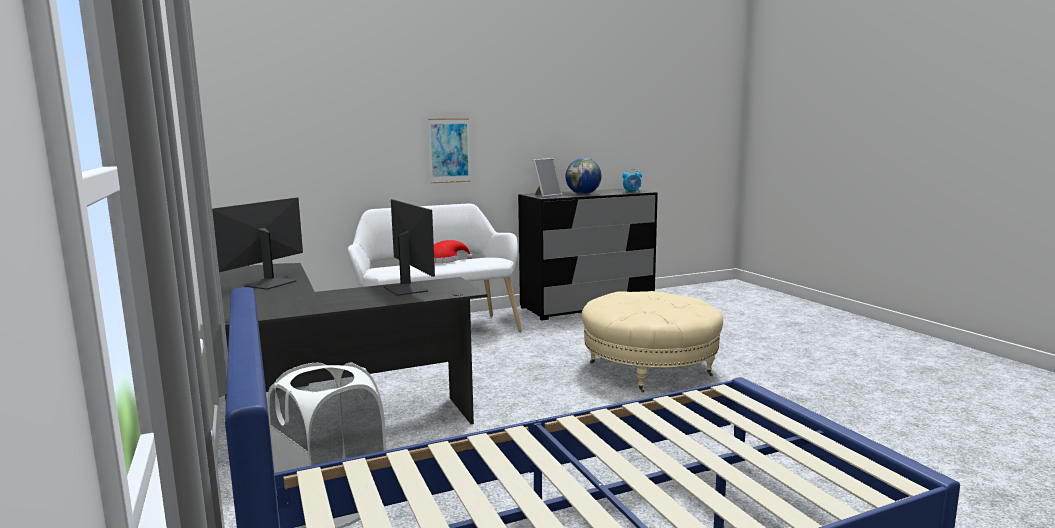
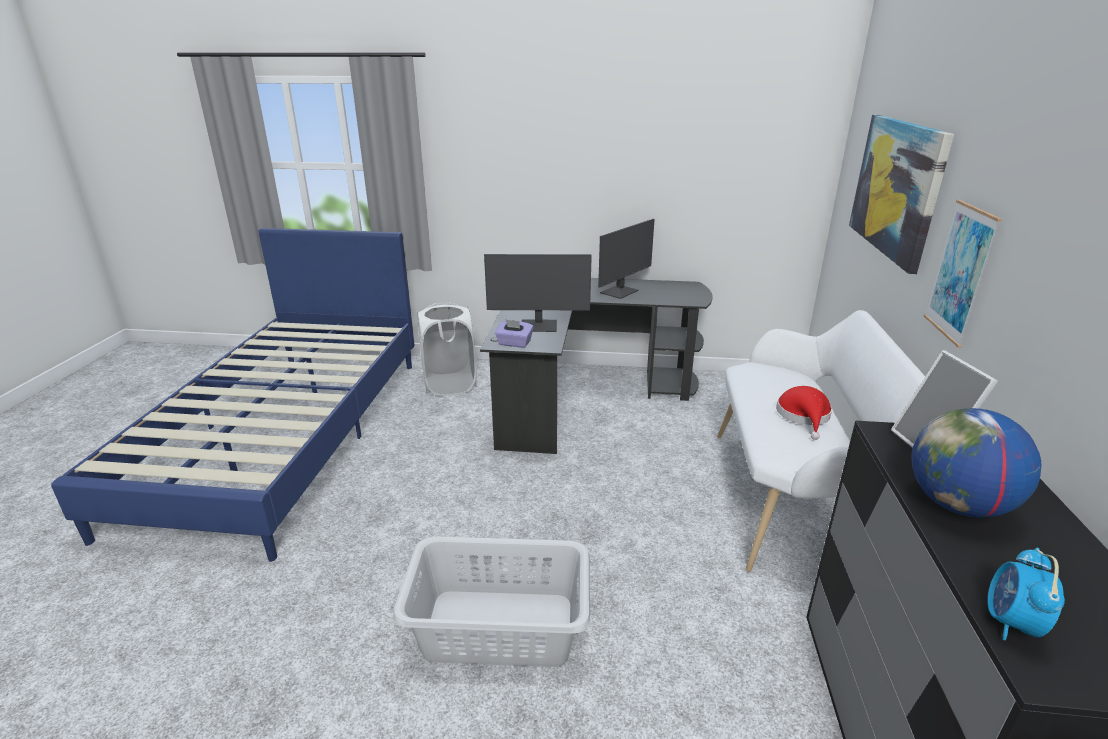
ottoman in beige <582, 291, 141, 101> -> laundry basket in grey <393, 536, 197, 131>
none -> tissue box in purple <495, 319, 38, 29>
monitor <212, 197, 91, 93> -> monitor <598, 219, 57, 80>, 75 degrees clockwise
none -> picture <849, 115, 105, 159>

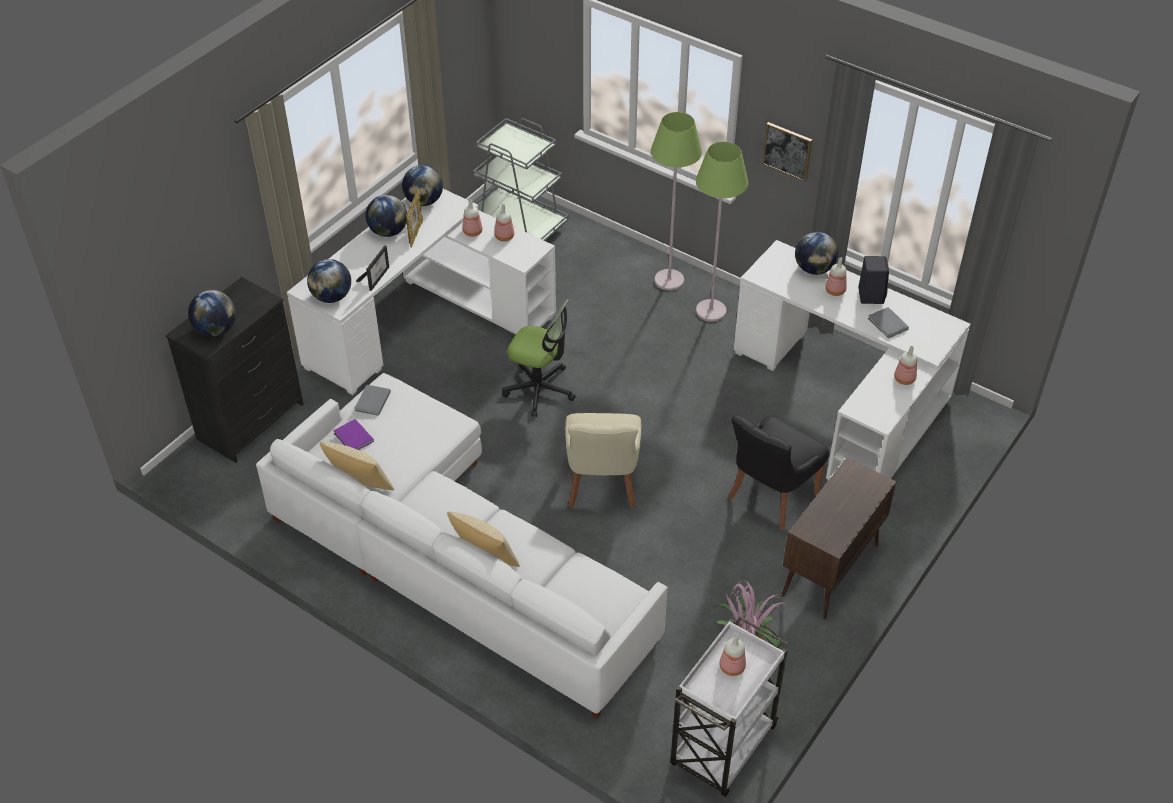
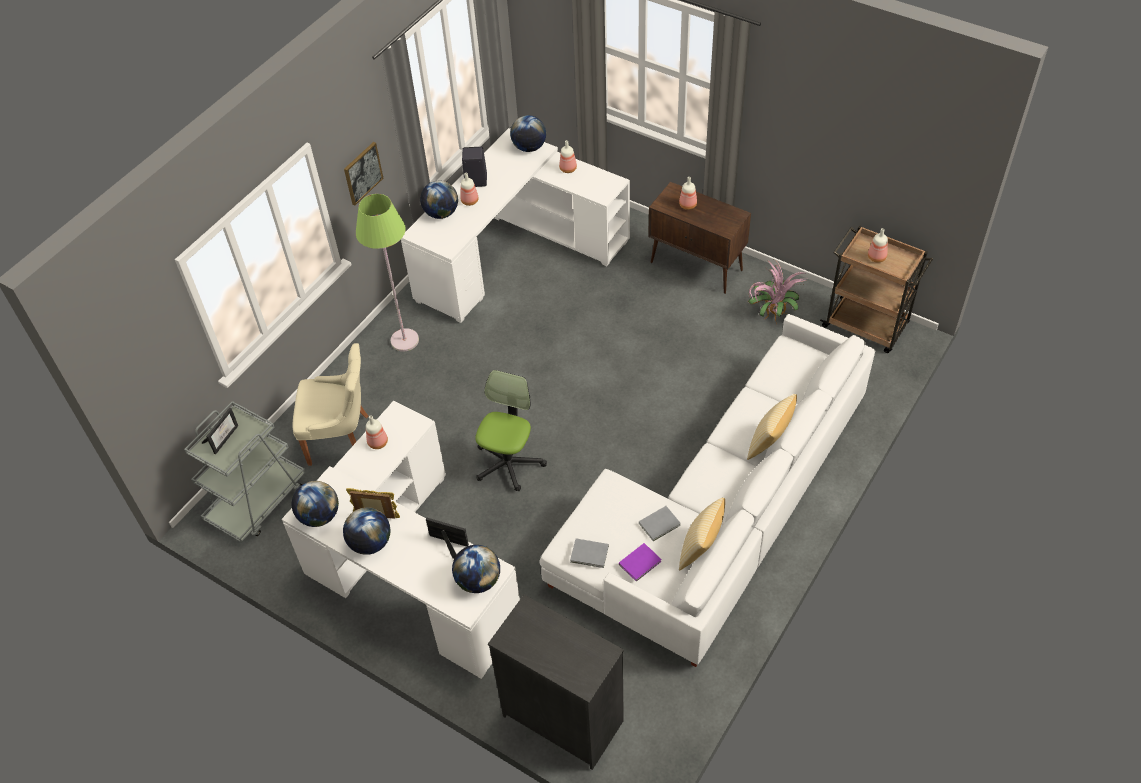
none -> picture frame <202, 407, 37, 47>
chair in beige <565, 413, 76, 96> -> chair in beige <292, 343, 77, 123>, moved
globe <188, 290, 48, 47> -> globe <510, 115, 36, 37>, moved
book in grey <868, 307, 41, 31> -> book in grey <639, 506, 42, 35>, moved
bottle <463, 199, 19, 38> -> bottle <679, 177, 18, 33>, moved
cart in white <670, 616, 118, 181> -> cart in brown <820, 225, 113, 128>
floor lamp in green <651, 112, 51, 179> -> none
chair in black <729, 415, 100, 115> -> none

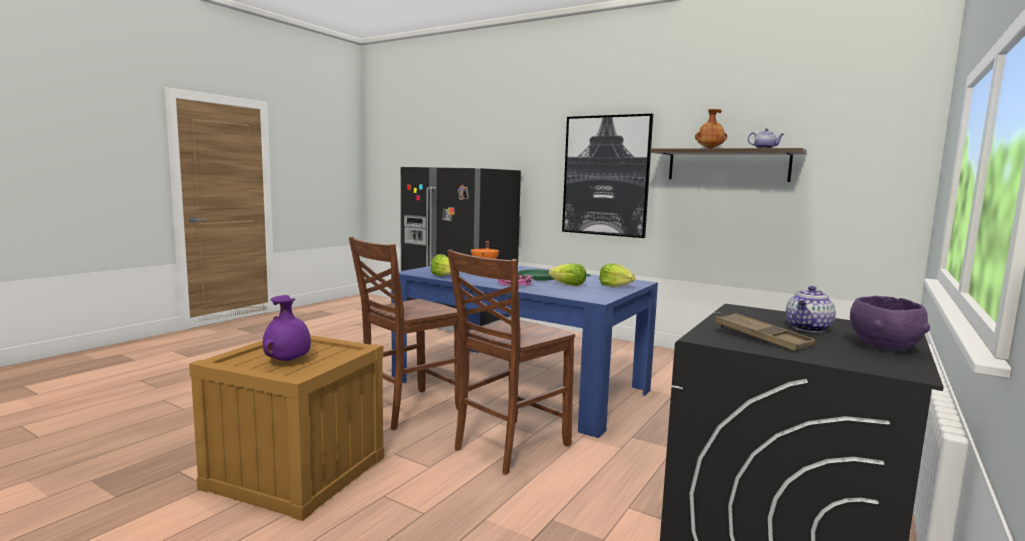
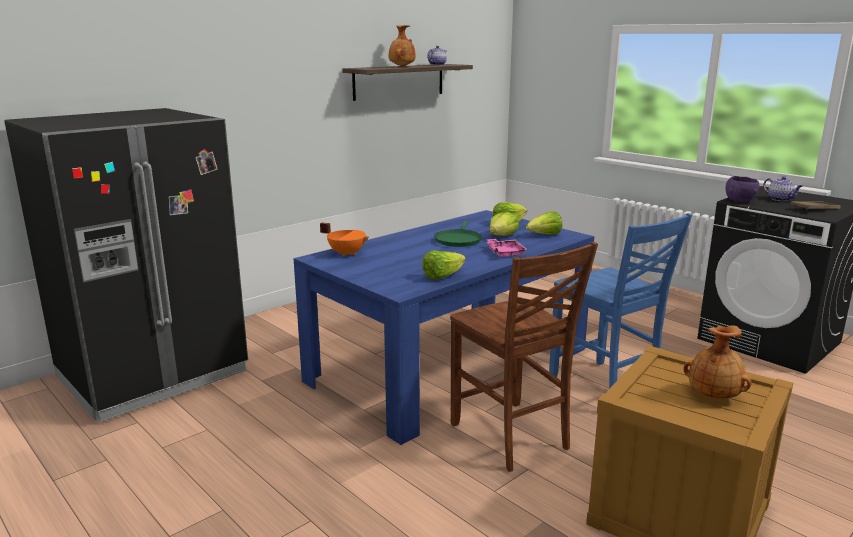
none -> lettuce <526, 211, 36, 24>
chair in brown <447, 250, 128, 225> -> chair in blue <549, 213, 143, 176>
vase in purple <263, 295, 48, 67> -> vase in brown <683, 325, 69, 73>
bowl in purple <850, 296, 80, 55> -> bowl in purple <725, 176, 34, 26>, moved
picture <562, 114, 91, 124> -> none

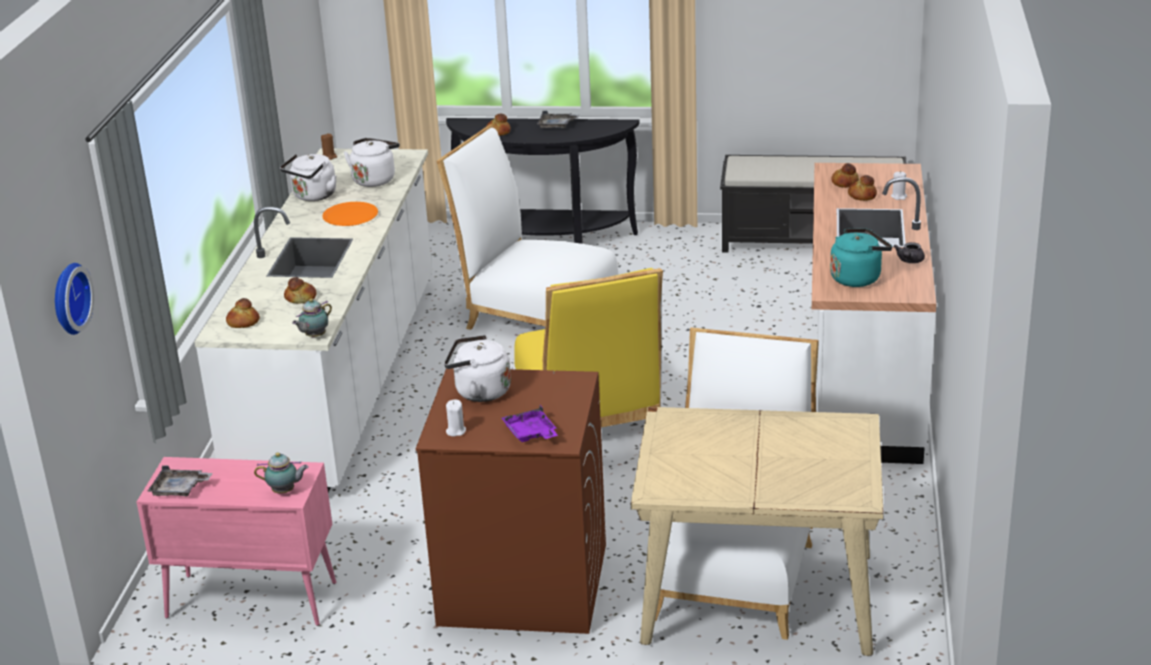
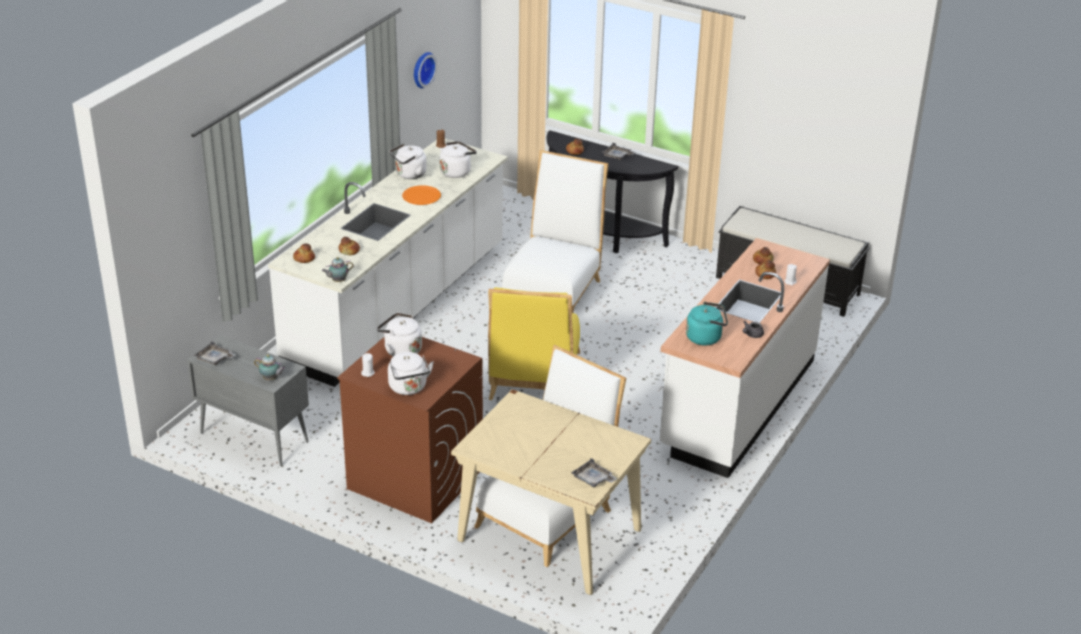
cabinet in pink <137, 457, 199, 169> -> cabinet in grey <187, 335, 122, 131>
tray in purple <501, 405, 57, 37> -> kettle in white <388, 352, 46, 43>
wall clock <55, 263, 39, 72> -> wall clock <414, 52, 23, 36>, moved
chair in white <436, 124, 182, 206> -> chair in white <502, 150, 107, 163>, 60 degrees clockwise
none -> tray in grey <571, 458, 46, 30>

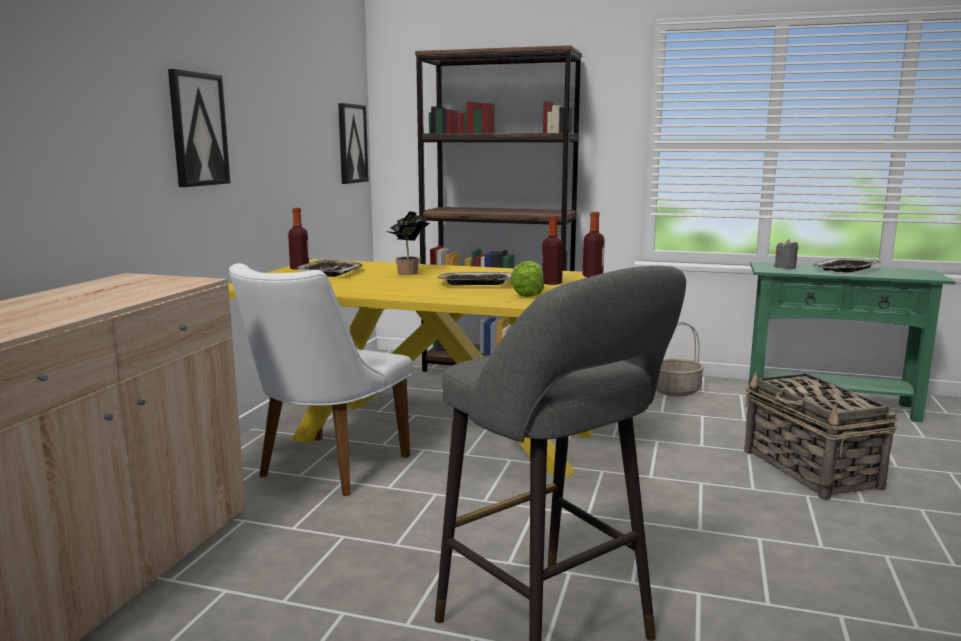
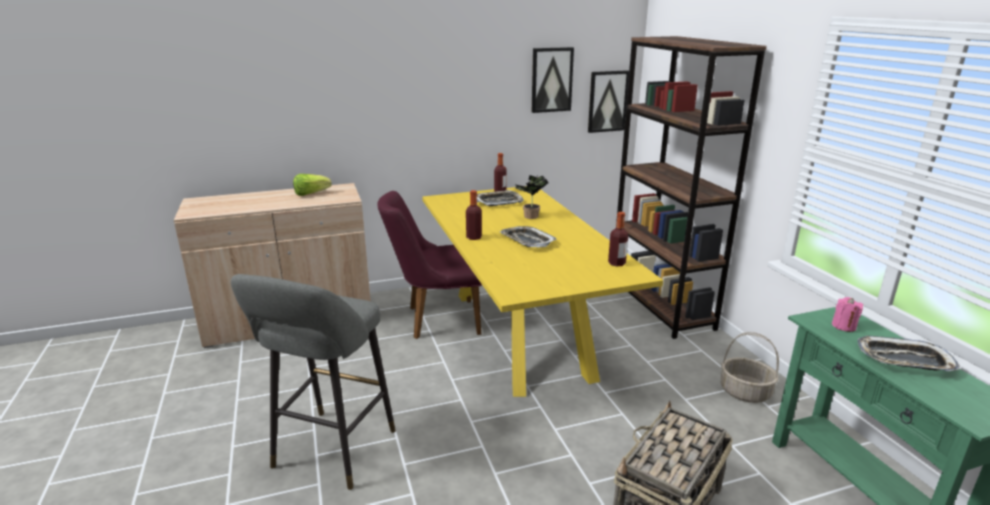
lettuce <510, 261, 34, 36> -> lettuce <293, 174, 39, 22>, moved
chair in white <229, 263, 183, 233> -> chair in purple <377, 191, 105, 148>
bottle <542, 215, 21, 70> -> bottle <466, 190, 16, 50>, moved
picture <168, 69, 62, 118> -> picture <532, 47, 42, 66>, moved
candle in grey <774, 239, 24, 30> -> candle in pink <832, 297, 31, 35>

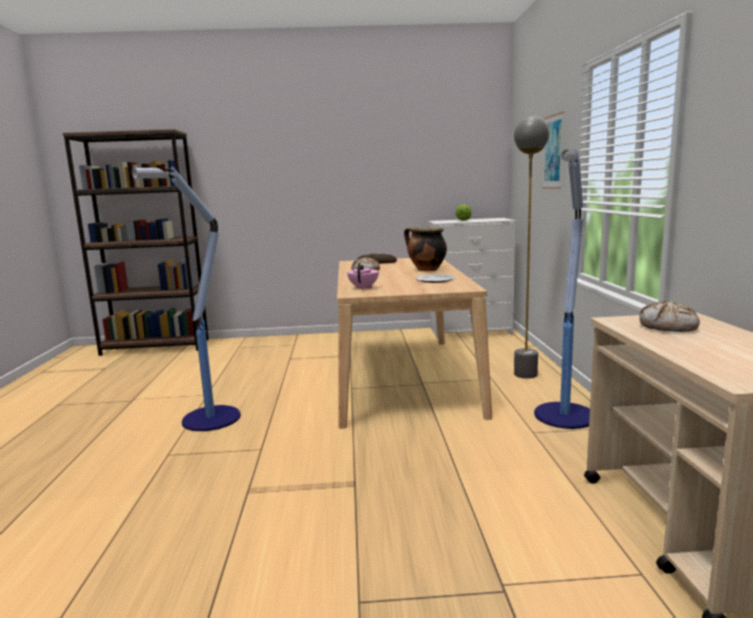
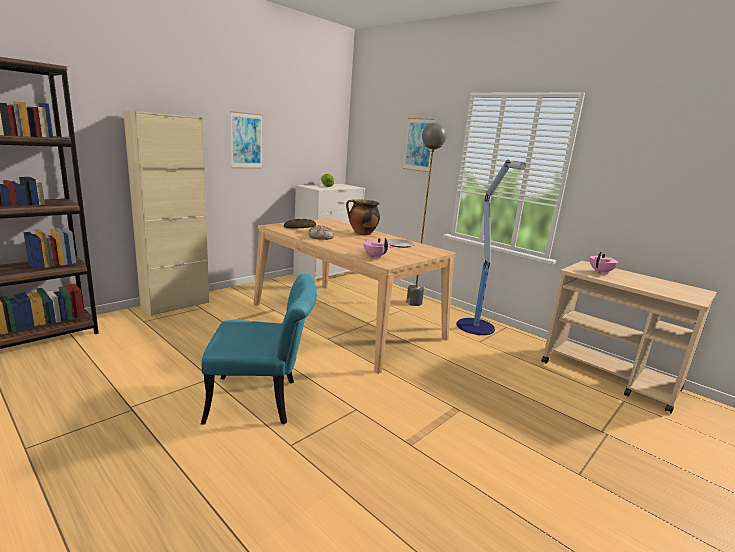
none -> cabinet in beige <123, 110, 86, 206>
floor lamp <132, 166, 109, 265> -> chair in turquoise <201, 273, 116, 152>
none -> picture <230, 111, 32, 58>
bread <639, 301, 61, 31> -> teapot in pink <590, 252, 28, 22>

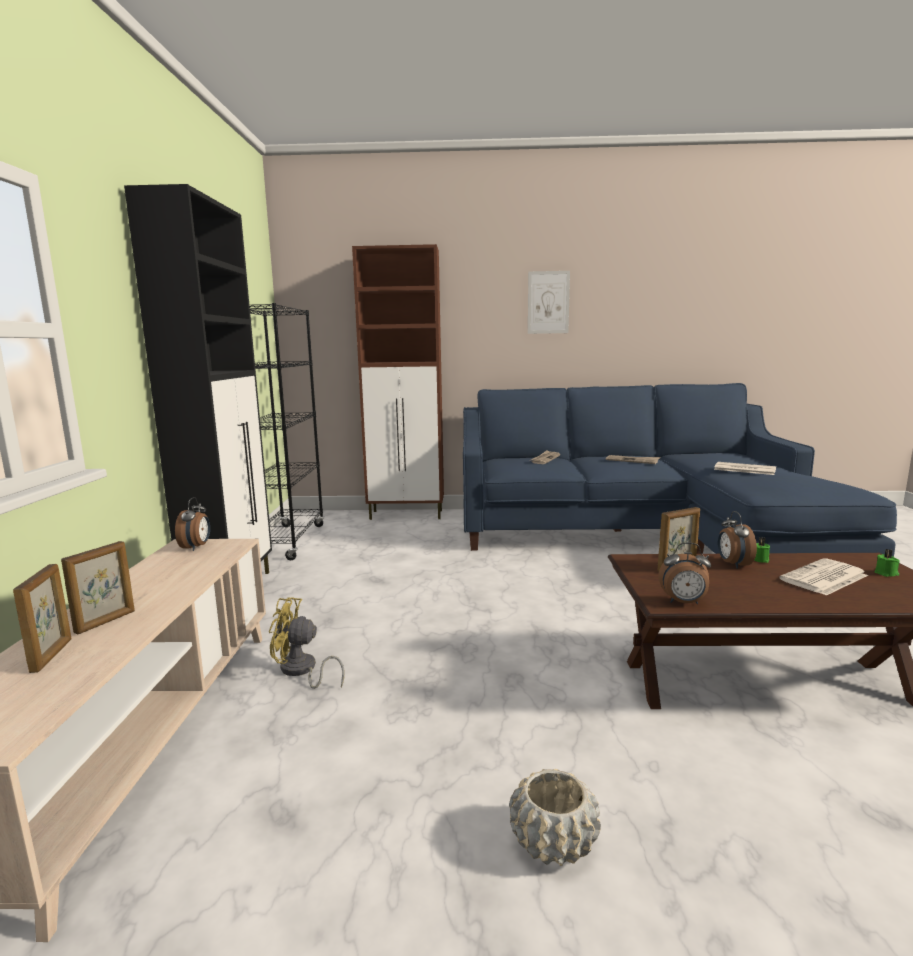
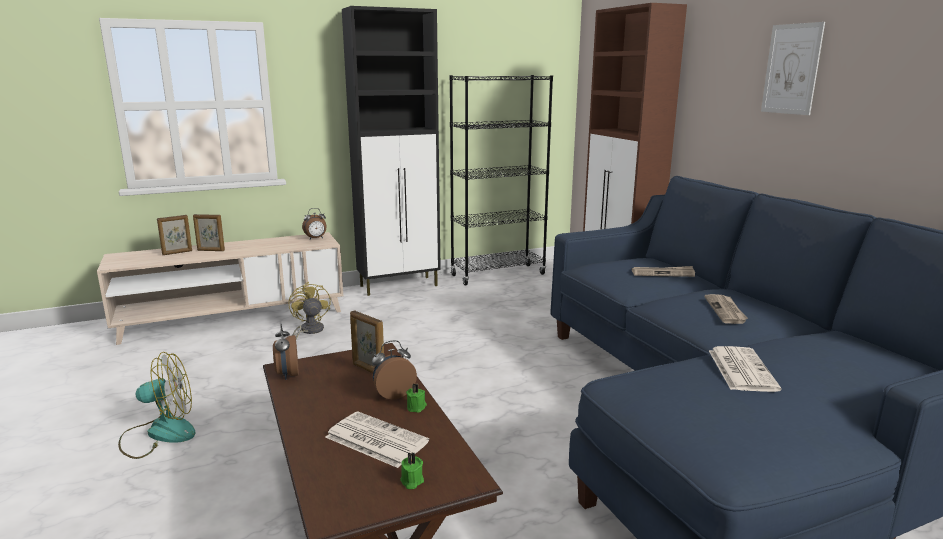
planter in beige <509, 769, 92, 97> -> fan <118, 352, 78, 107>

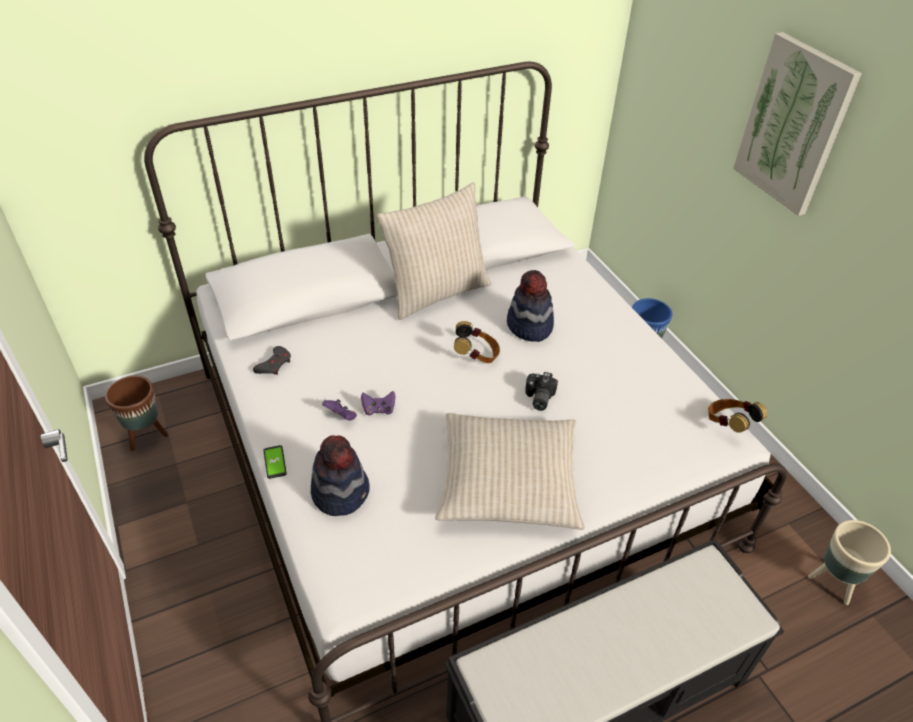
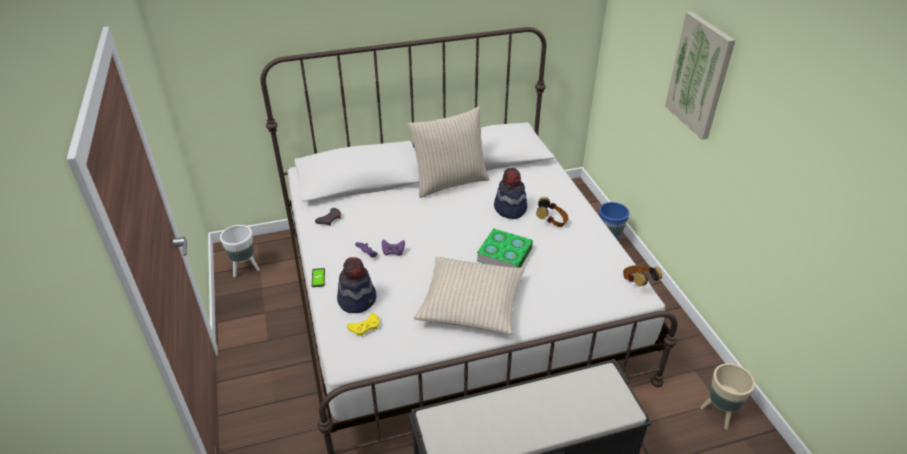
planter in brown <105, 376, 63, 75> -> planter in white <220, 225, 40, 52>
none -> game controller in yellow <347, 313, 32, 24>
photo camera <525, 372, 33, 39> -> book <477, 228, 56, 40>
headphones <454, 321, 46, 42> -> headphones <536, 197, 33, 30>, moved

